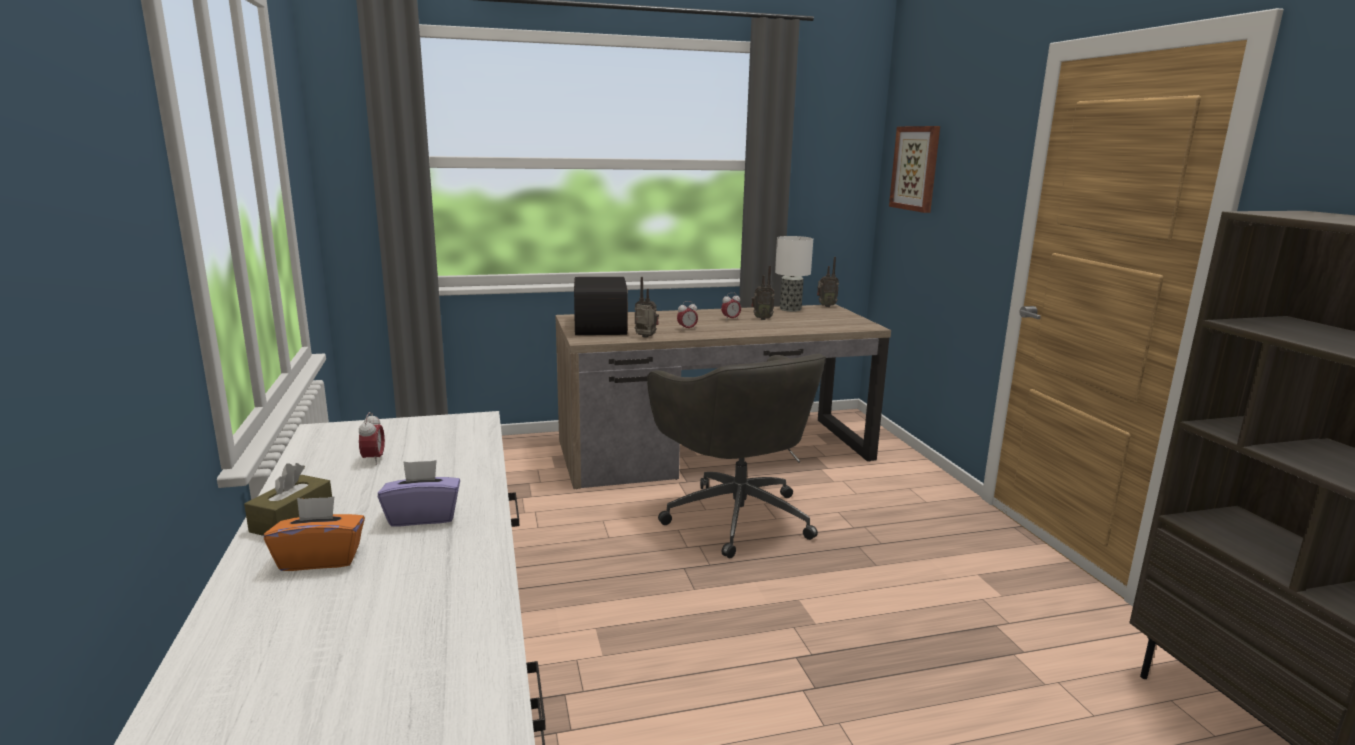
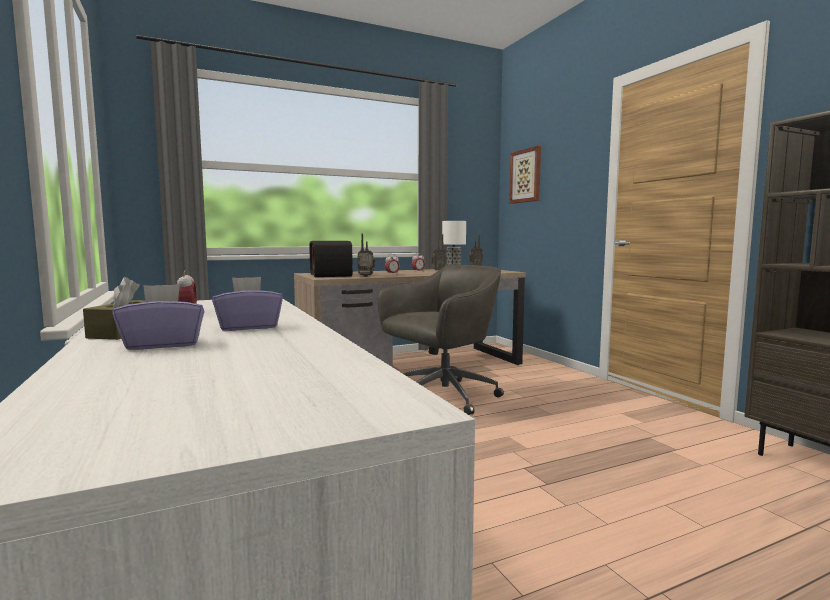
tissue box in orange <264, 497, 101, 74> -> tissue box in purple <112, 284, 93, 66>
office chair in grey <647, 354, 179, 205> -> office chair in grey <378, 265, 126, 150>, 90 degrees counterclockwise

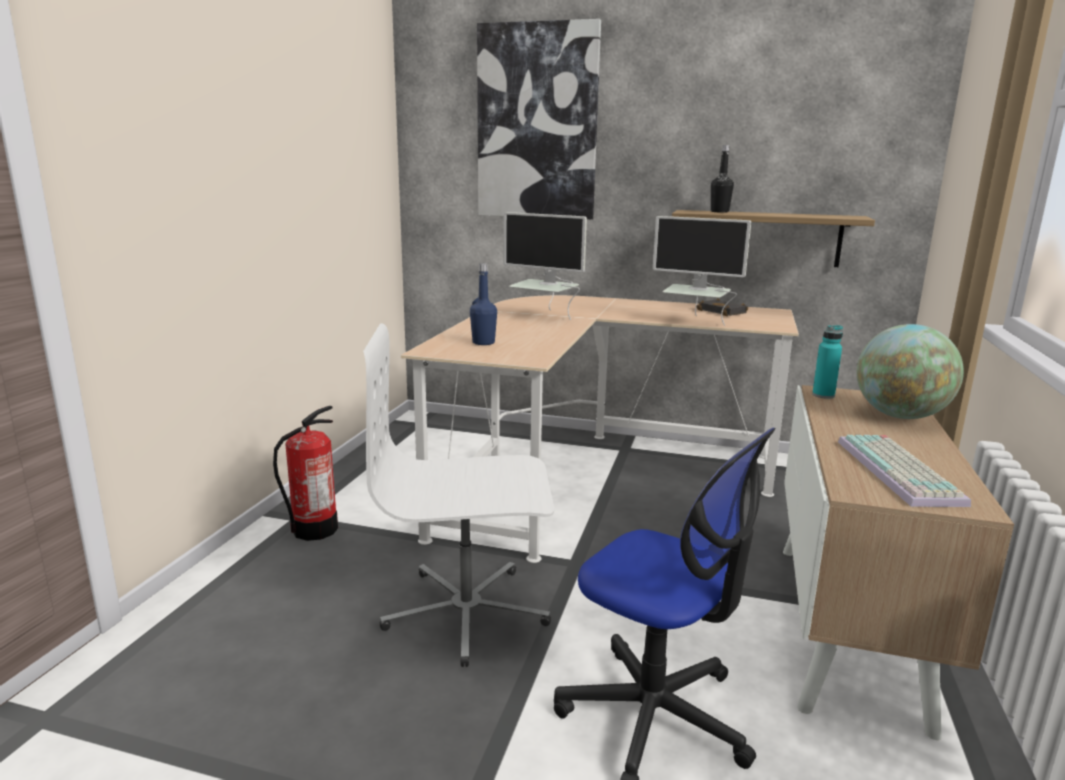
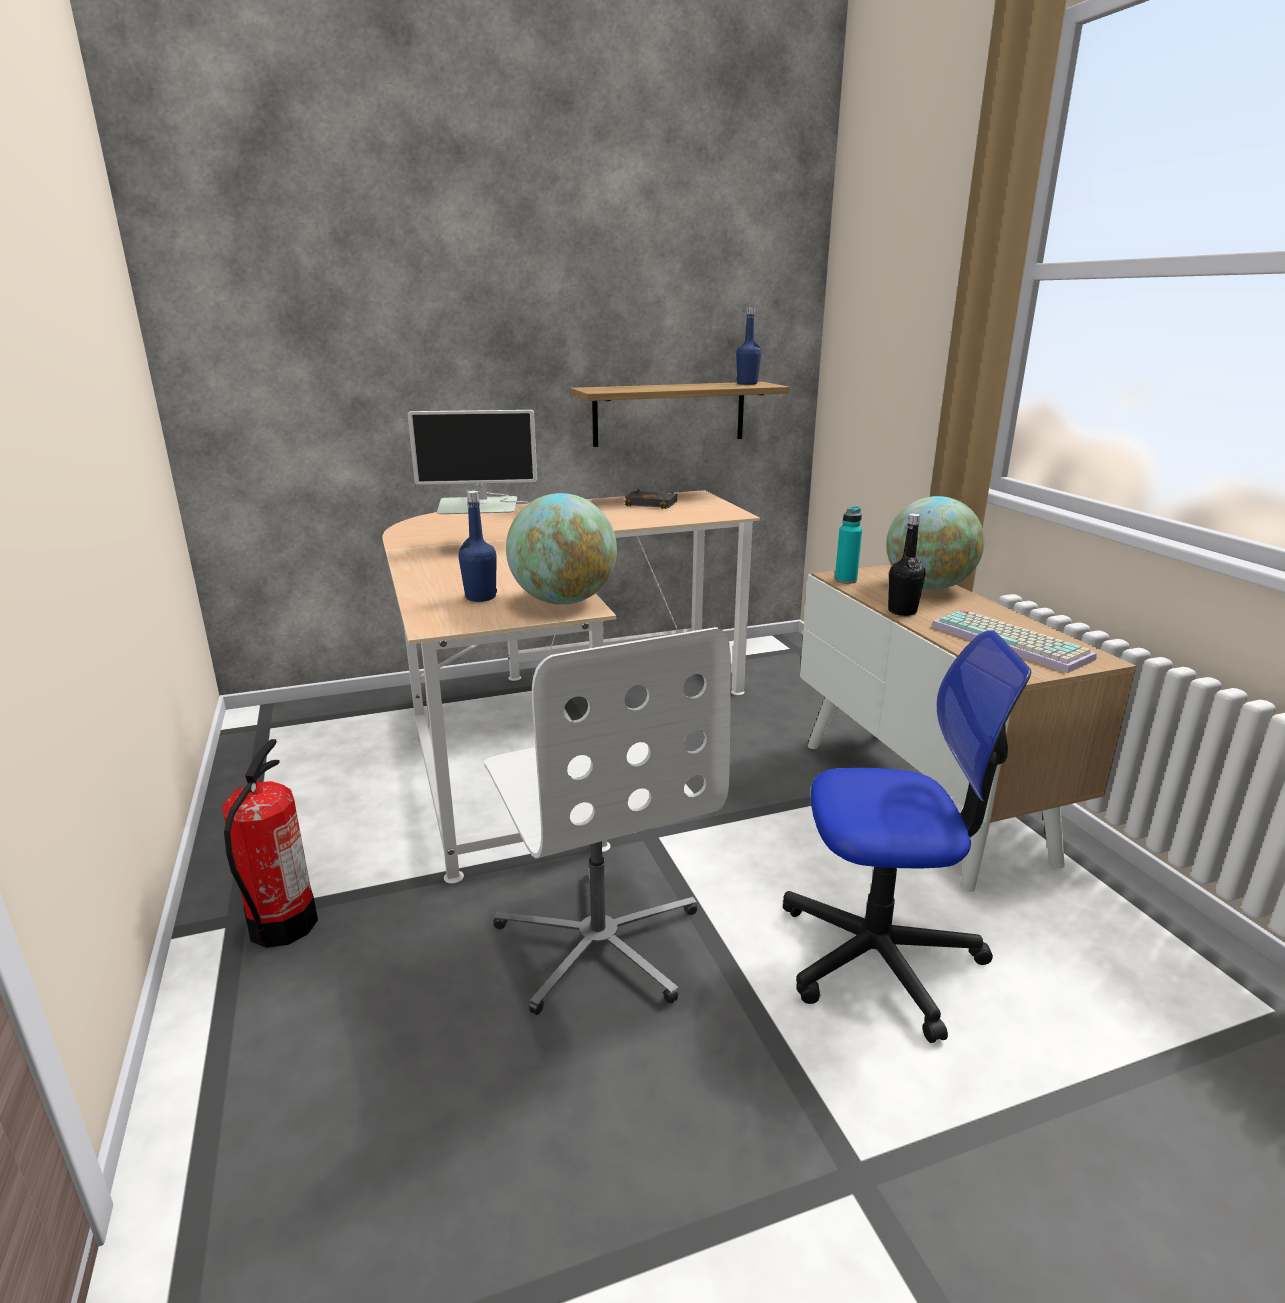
office chair in white <363, 324, 191, 343> -> office chair in white <484, 627, 247, 388>, 75 degrees counterclockwise
none -> globe <506, 493, 111, 112>
none -> bottle in blue <736, 307, 25, 78>
bottle in black <711, 145, 23, 68> -> bottle in black <888, 514, 37, 102>, moved
picture <477, 19, 124, 200> -> none
monitor <653, 216, 98, 110> -> none

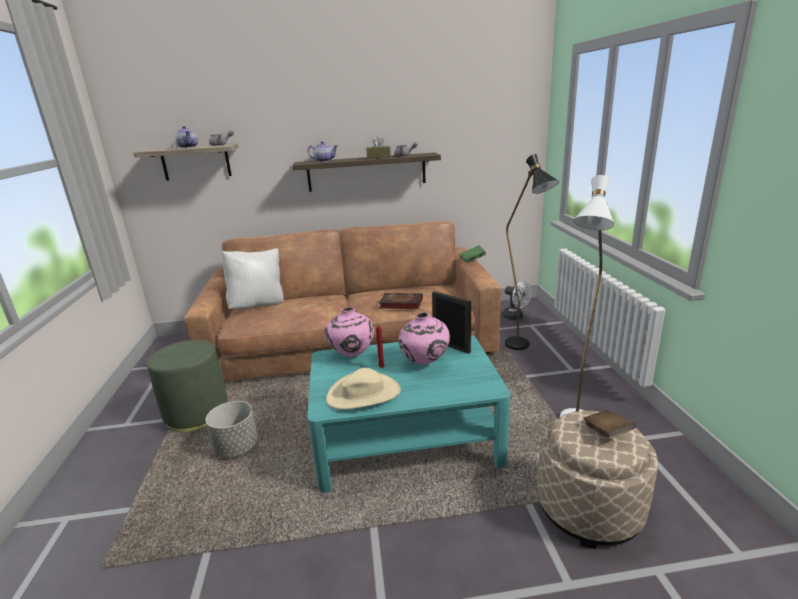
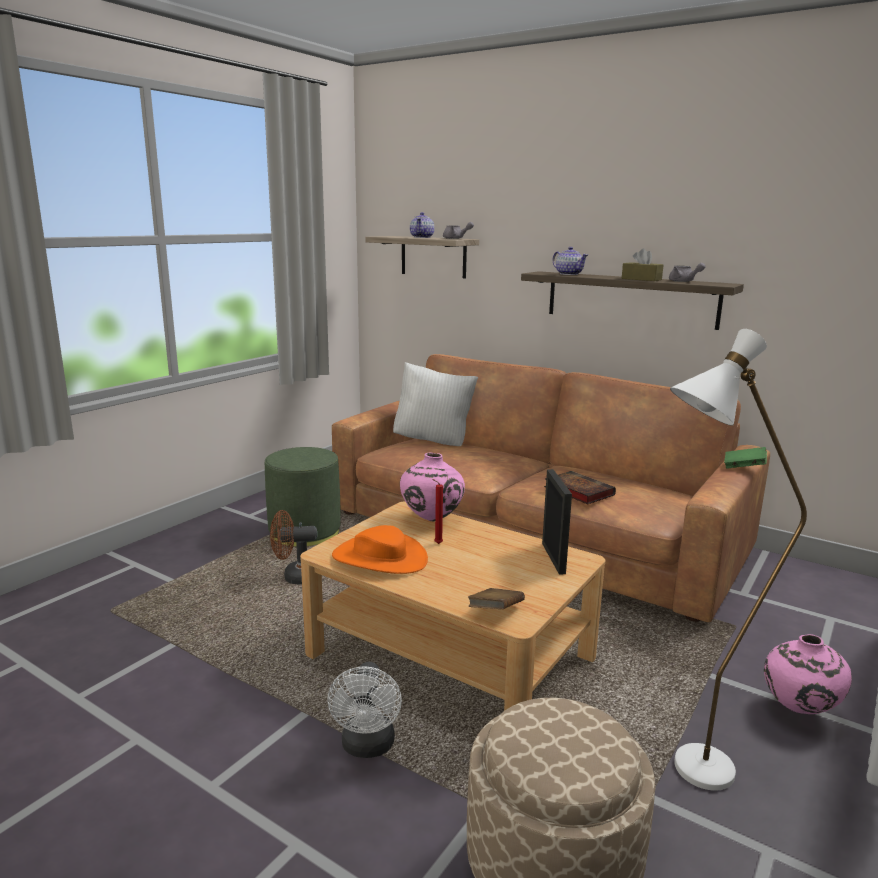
planter in grey <206, 401, 52, 56> -> fan in brown <270, 510, 47, 74>
coffee table in turquoise <307, 335, 204, 158> -> coffee table in beige <300, 501, 305, 210>
fan in white <502, 281, 30, 39> -> fan in white <327, 662, 75, 96>, moved
hat in beige <326, 368, 75, 42> -> hat in orange <332, 525, 96, 49>
book in brown <583, 410, 53, 29> -> book in brown <468, 588, 57, 21>, moved
vase in pink <399, 312, 51, 53> -> vase in pink <764, 634, 88, 80>, moved
floor lamp in black <505, 154, 54, 196> -> none

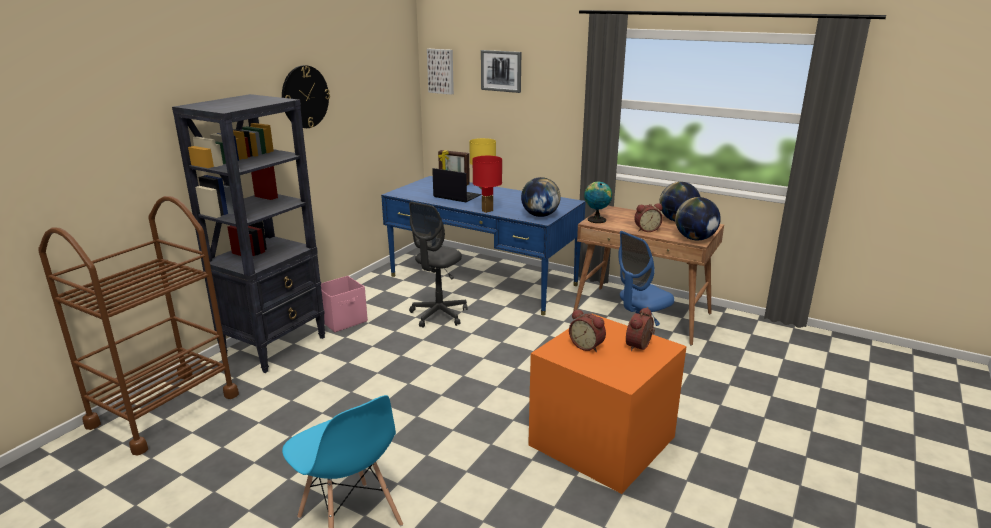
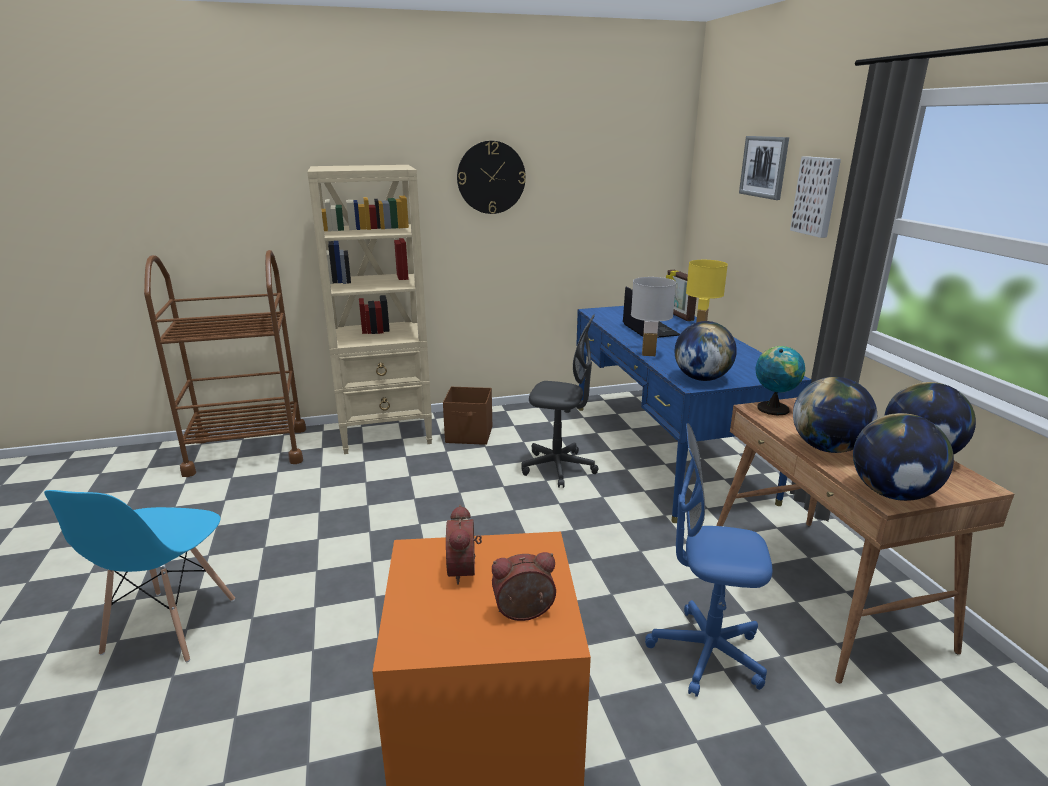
bookcase in black <172, 94, 154, 279> -> bookcase in beige <307, 165, 125, 289>
storage box in pink <321, 276, 47, 56> -> storage box in brown <443, 387, 49, 58>
office chair in grey <409, 202, 59, 126> -> office chair in grey <521, 314, 78, 174>, 150 degrees counterclockwise
table lamp in red <472, 156, 30, 57> -> table lamp in white <631, 277, 45, 79>
picture <427, 49, 27, 46> -> picture <790, 156, 51, 82>, moved
alarm clock <634, 204, 29, 28> -> globe <793, 377, 84, 76>

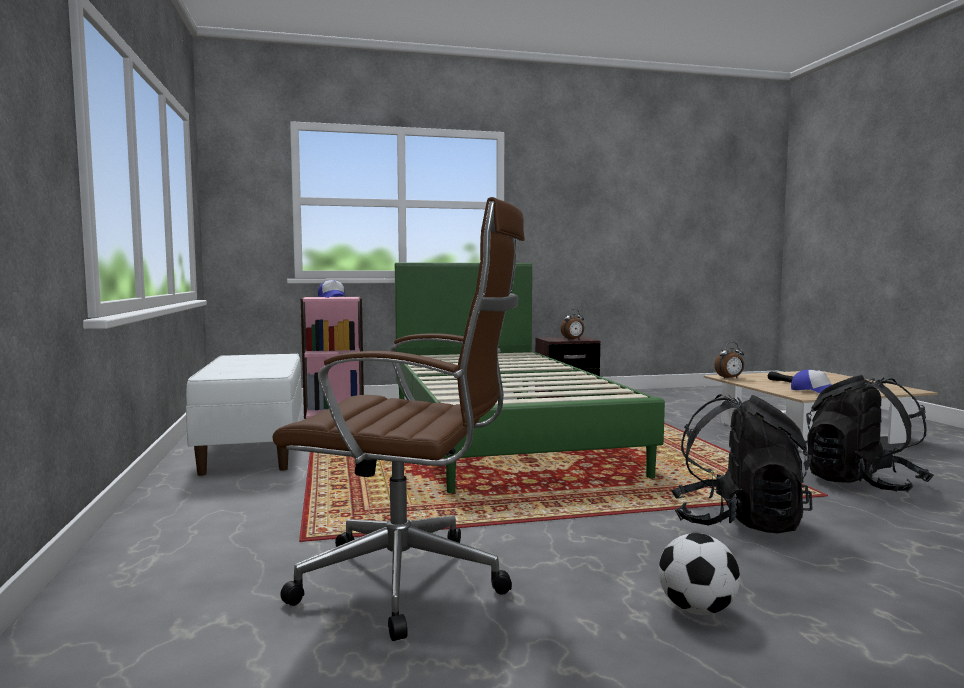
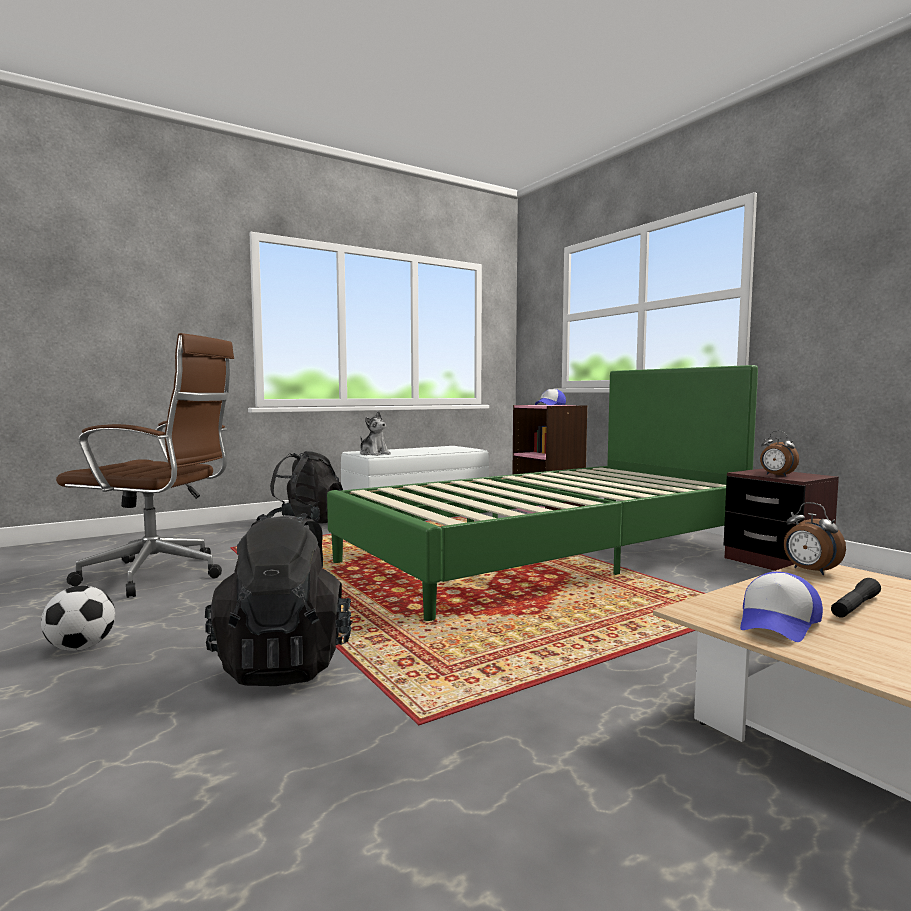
office chair in brown <272, 197, 253, 444> -> office chair in brown <56, 333, 178, 265>, 75 degrees counterclockwise
backpack in black <803, 375, 131, 118> -> backpack in black <267, 451, 76, 75>, moved
none -> plush toy <360, 411, 31, 45>

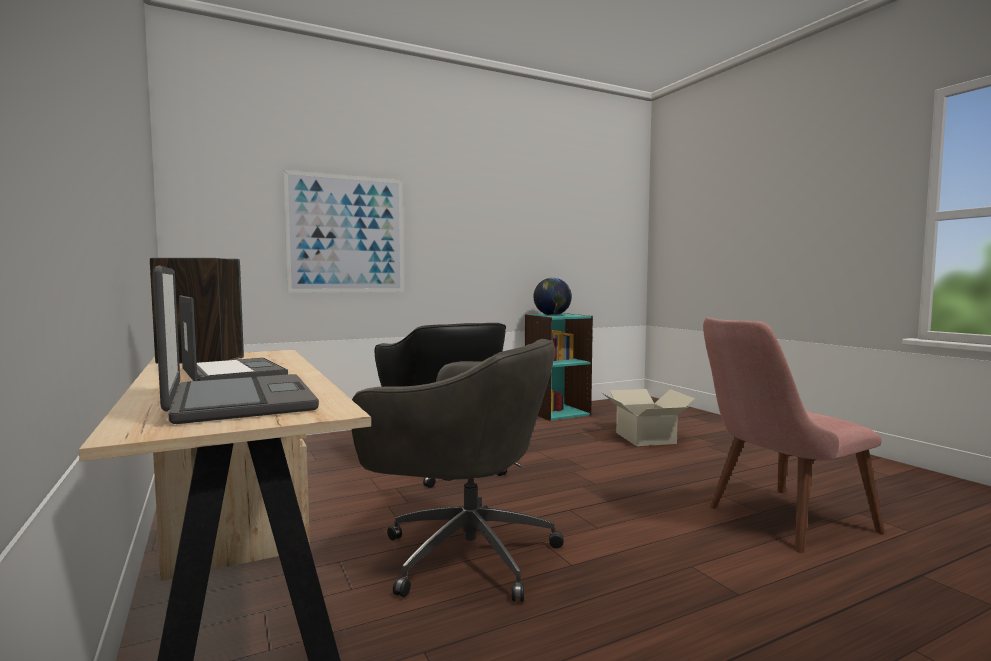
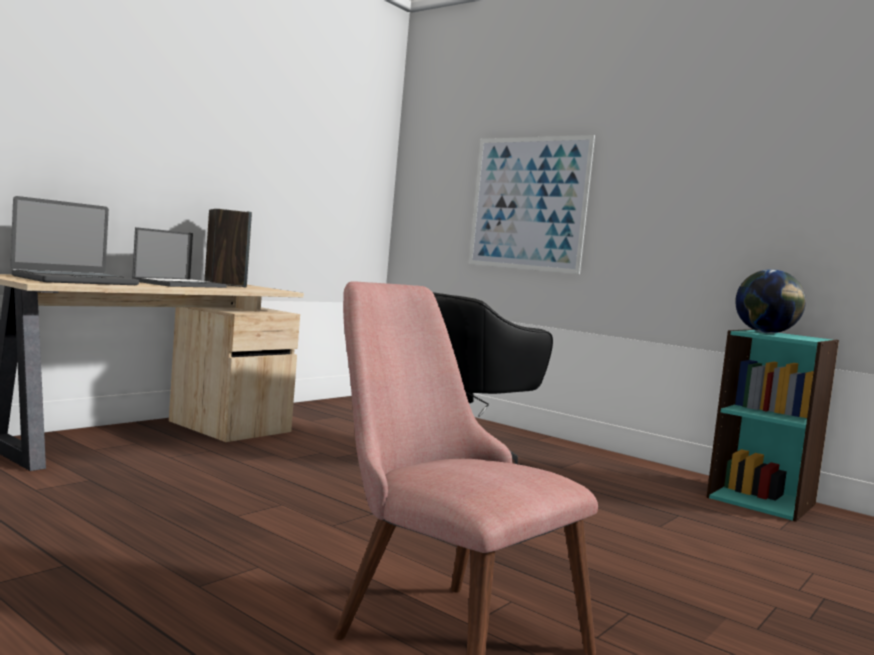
office chair in grey <352, 339, 212, 263> -> none
cardboard box <601, 389, 94, 57> -> none

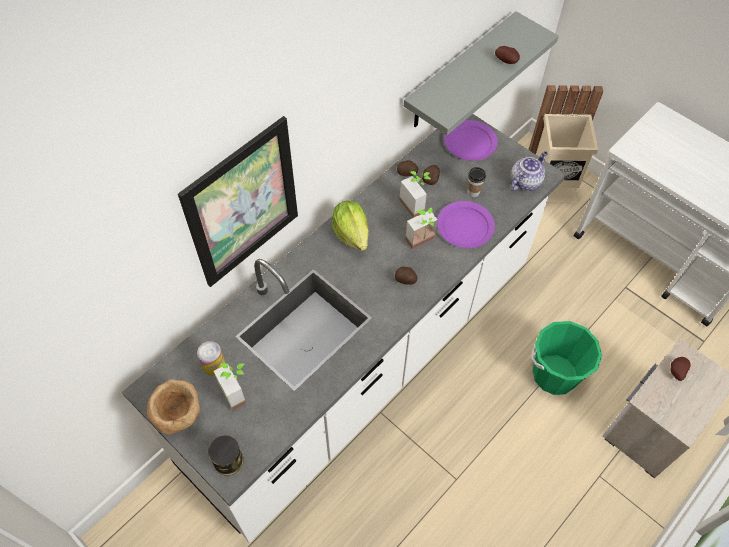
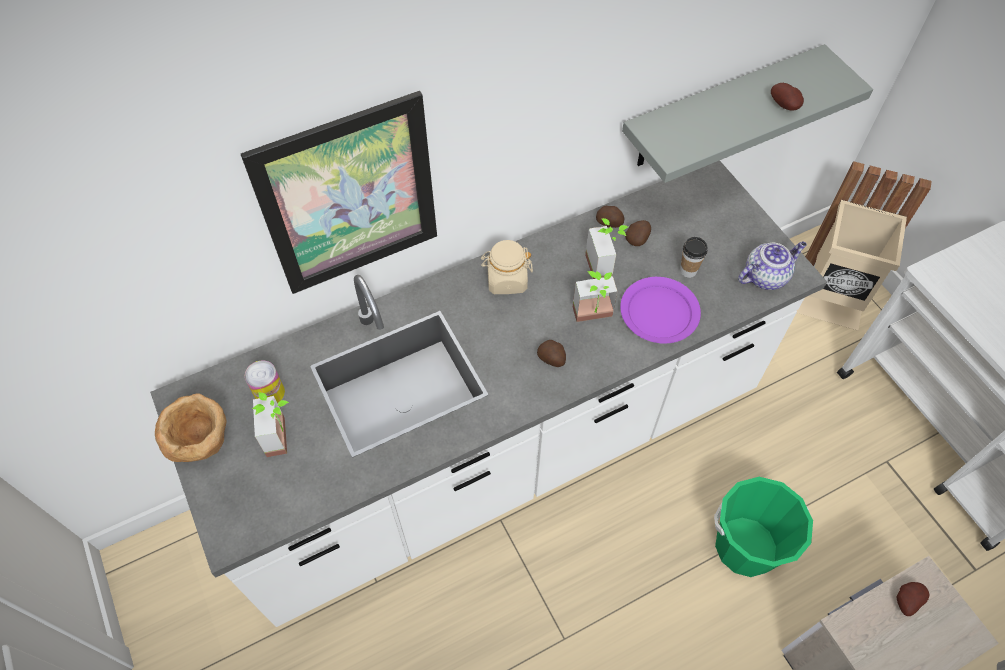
lettuce <332, 201, 37, 50> -> jar in beige <481, 240, 52, 54>
can <208, 435, 36, 41> -> none
plate in purple <444, 120, 54, 41> -> none

